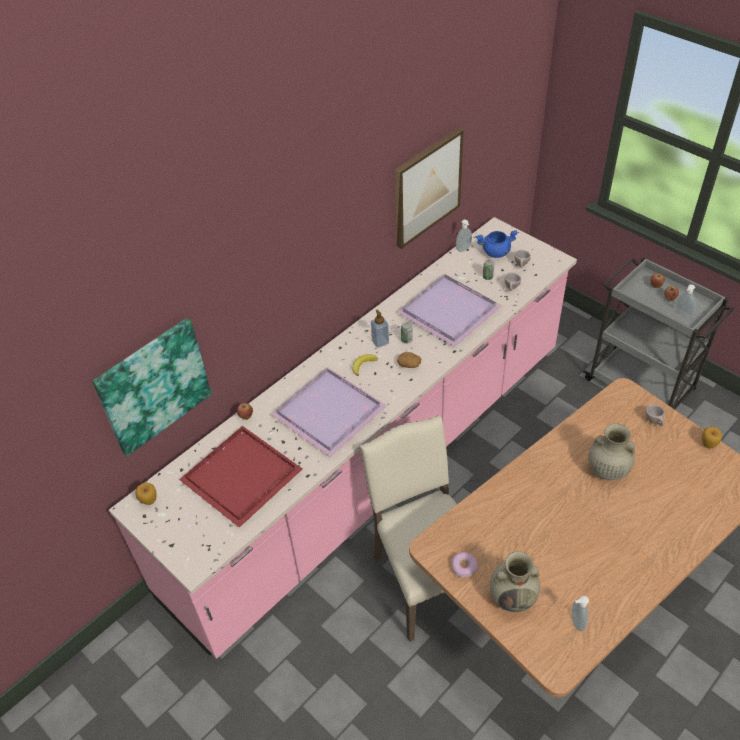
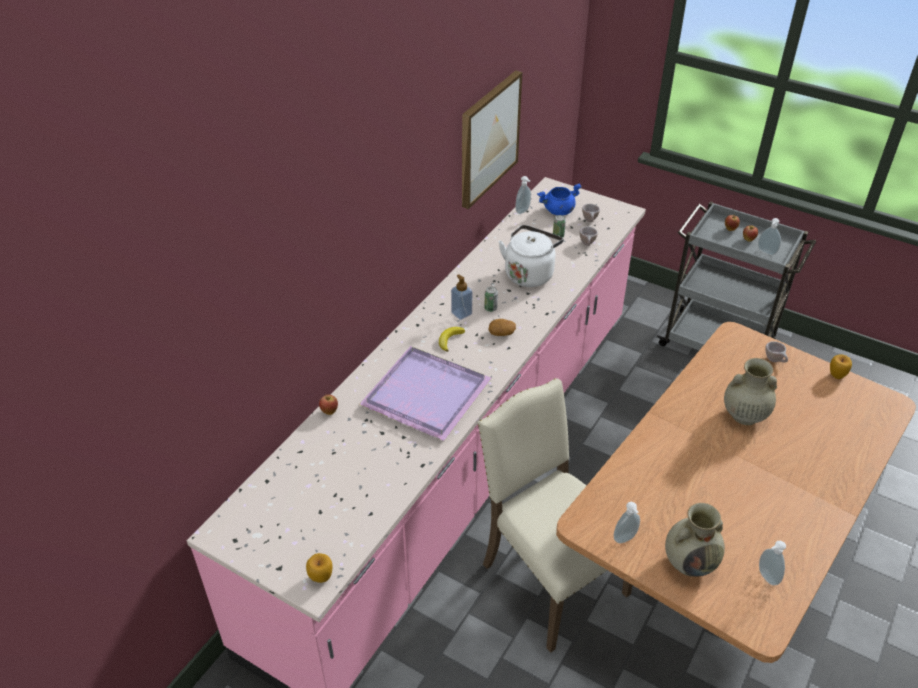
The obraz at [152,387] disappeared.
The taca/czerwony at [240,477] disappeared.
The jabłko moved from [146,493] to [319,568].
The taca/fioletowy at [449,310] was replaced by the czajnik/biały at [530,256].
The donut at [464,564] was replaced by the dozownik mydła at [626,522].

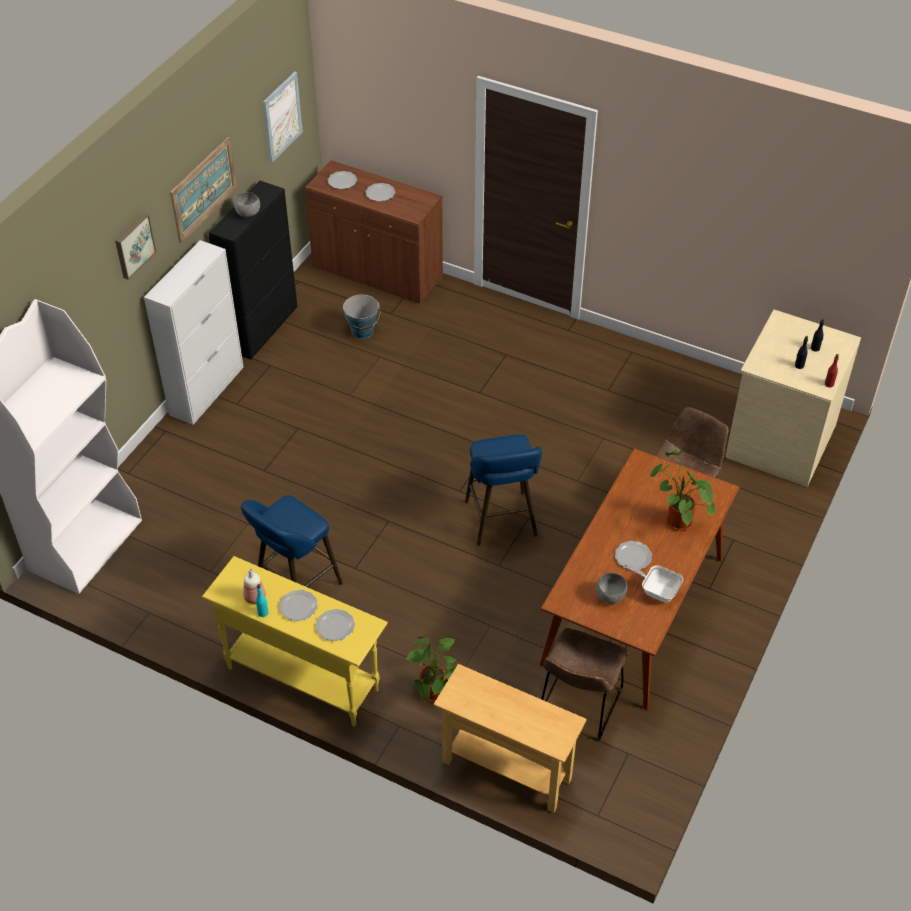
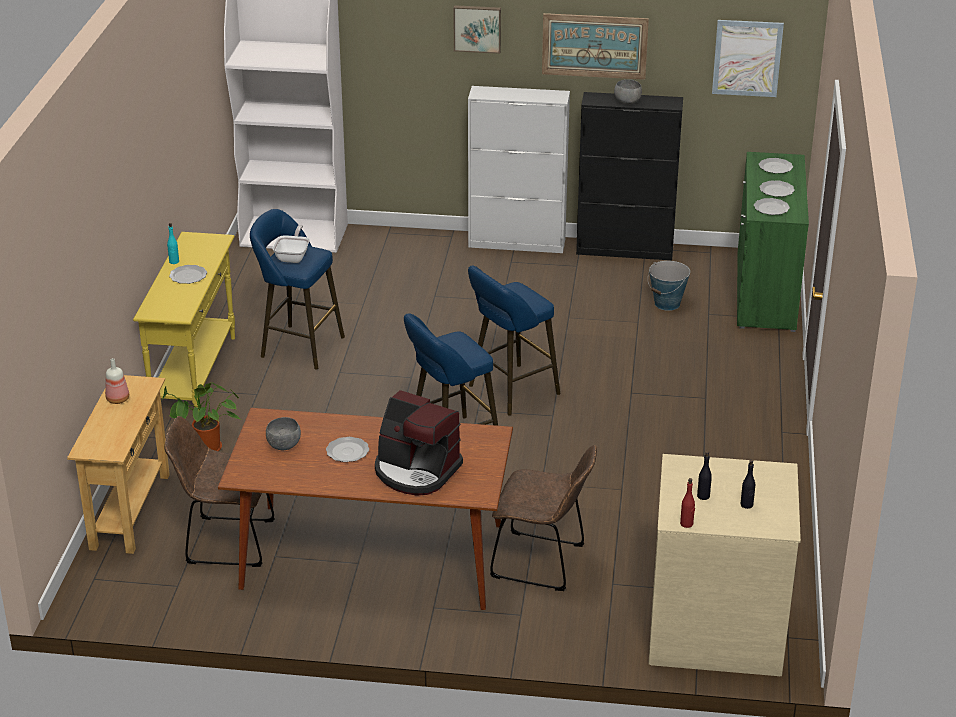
The stołek/niebieski at [514,340] appeared.
The butelka moved from [254,586] to [117,381].
The talerz moved from [335,625] to [772,206].
The patelnia moved from [653,583] to [291,244].
The roślina doniczkowa at [682,490] was replaced by the ekspres do kawy at [419,443].
The szafka/brązowy at [374,232] became the szafka/zielony at [773,242].

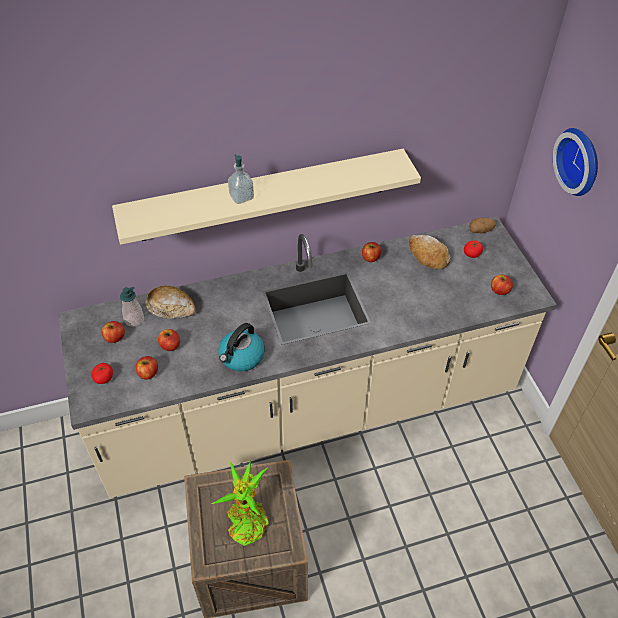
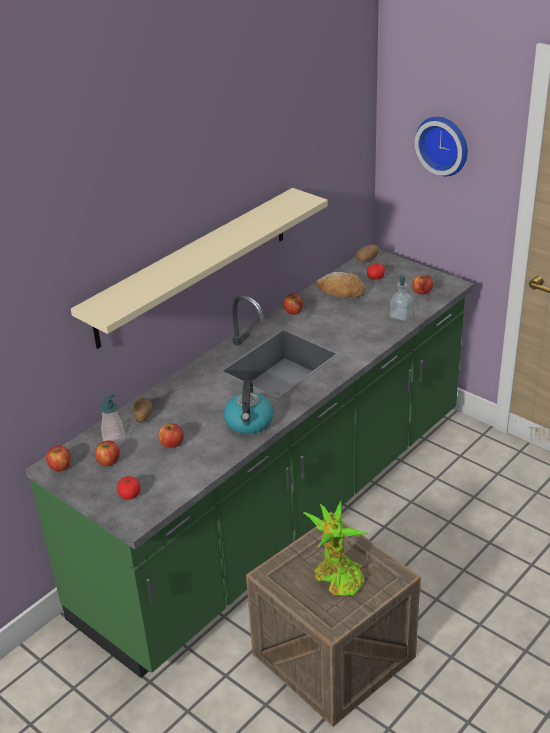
The jabłko moved from [147,368] to [58,458].
The dozownik mydła moved from [241,179] to [401,298].
The chleb at [171,302] was replaced by the ziemniak at [142,410].
The zabudowa kuchenna/beżowy at [307,357] became the zabudowa kuchenna/zielony at [249,463].

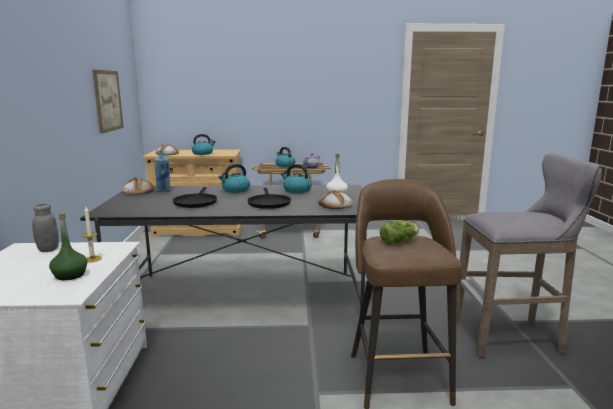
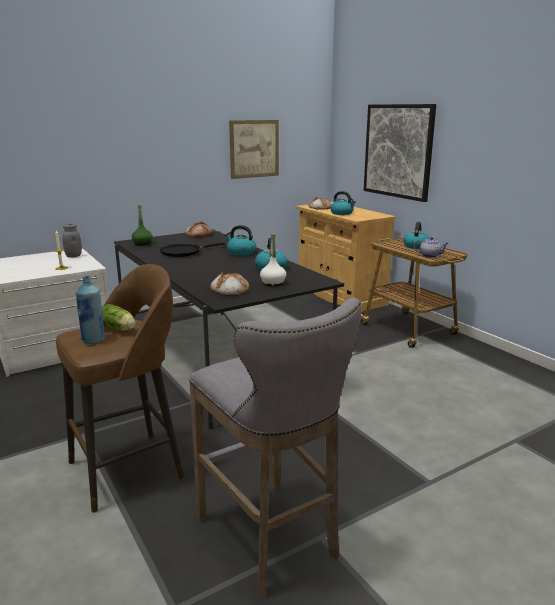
The patelnia/czarny at [269,198] disappeared.
The obraz at [400,153] appeared.
The butelka/zielony moved from [68,246] to [142,224].
The butelka/niebieski moved from [162,171] to [90,310].

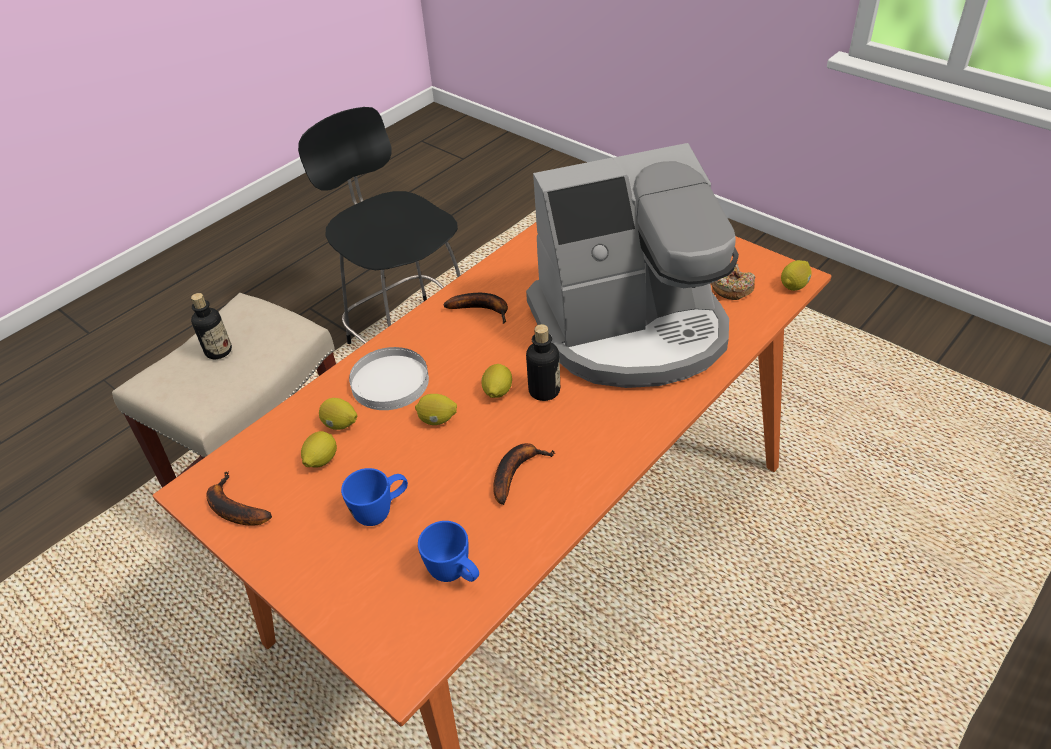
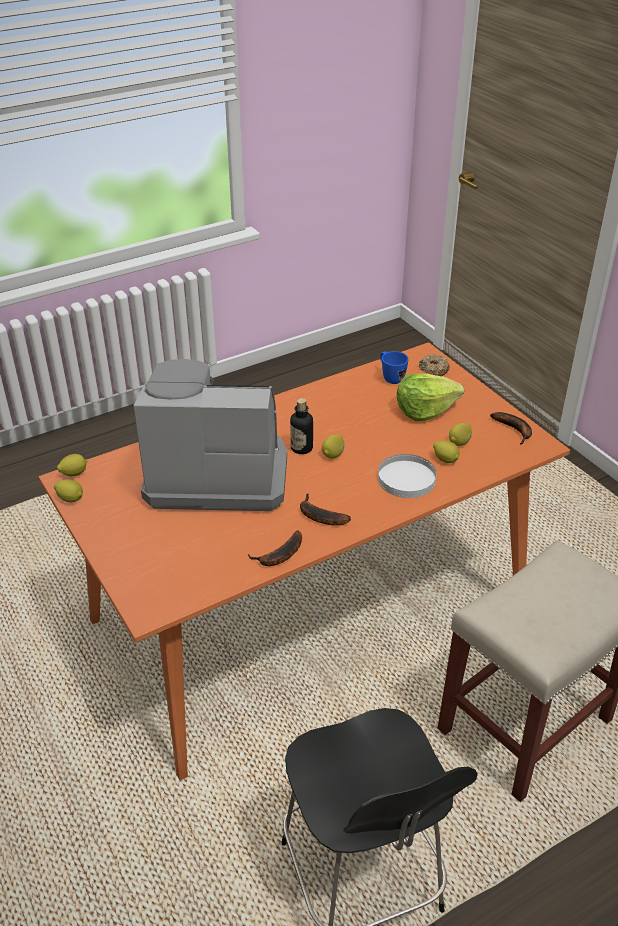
The butelka at [211,326] disappeared.
The cytryna moved from [436,409] to [68,490].
The banan moved from [524,474] to [275,548].
The donut moved from [733,282] to [434,365].
The kubek/niebieski at [374,497] was replaced by the sałata at [430,397].

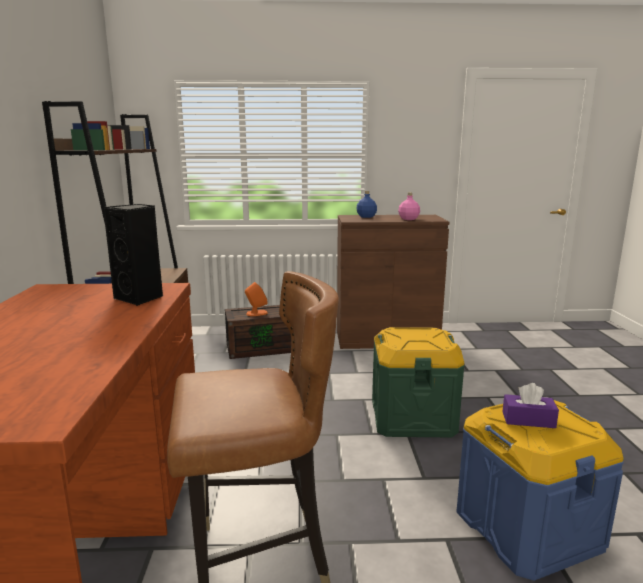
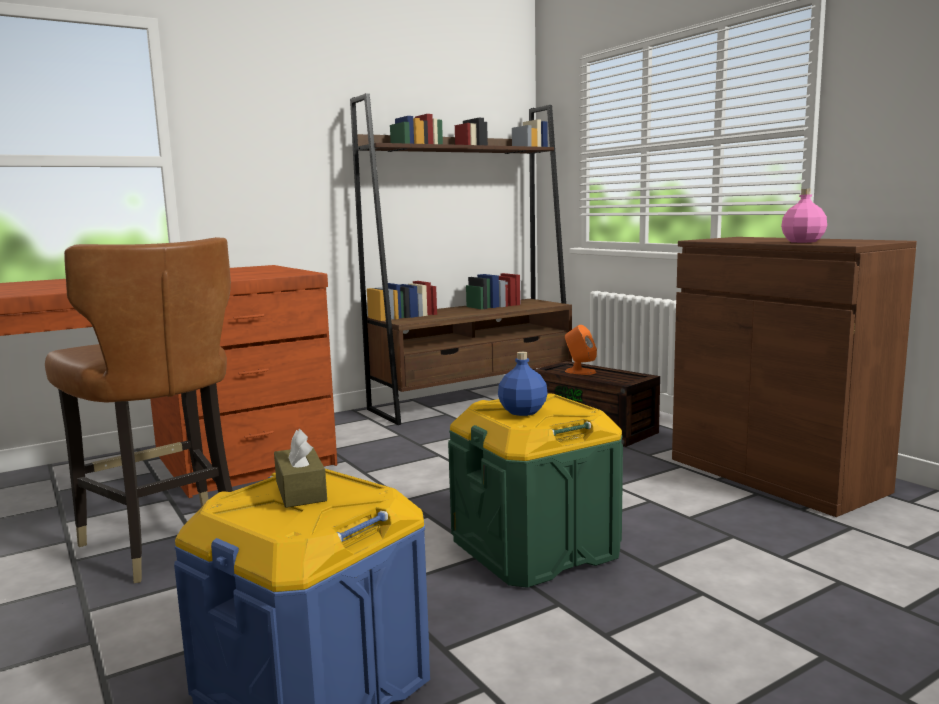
The głośnik/czarny at [133,255] disappeared.
The butelka/niebieski moved from [366,204] to [523,384].
The pudełko chusteczek/fioletowy at [531,405] became the pudełko chusteczek/brązowy at [300,468].

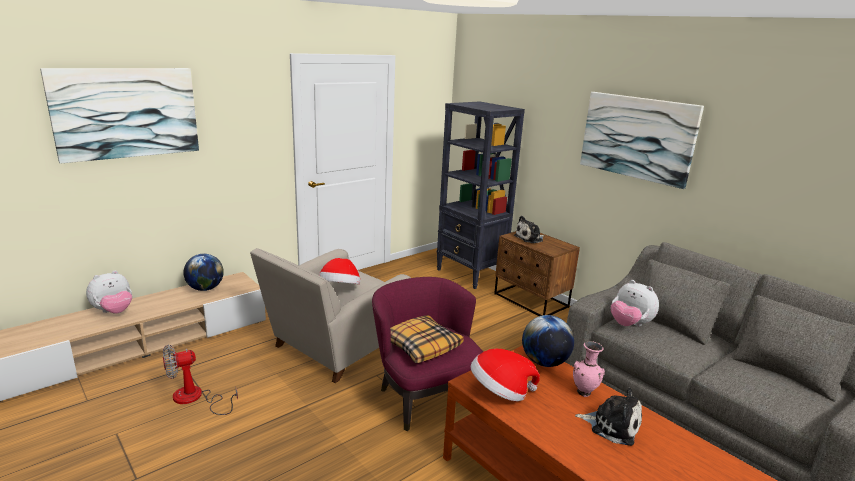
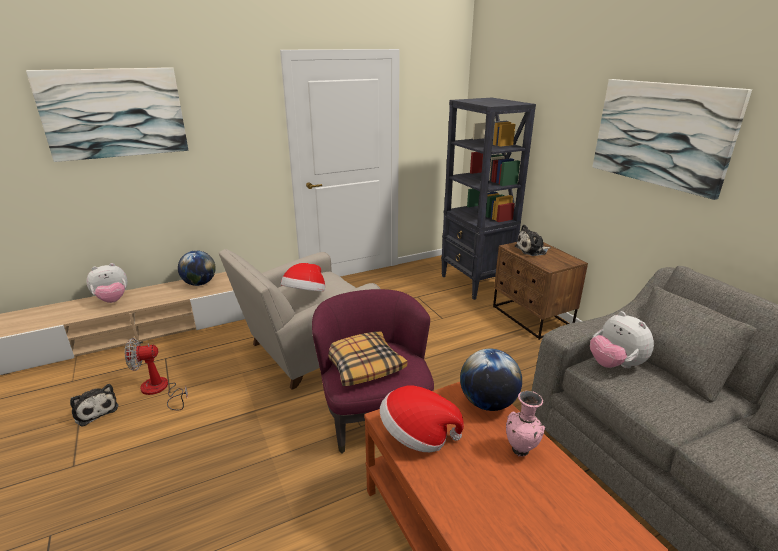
The pluszak moved from [608,417] to [94,405].

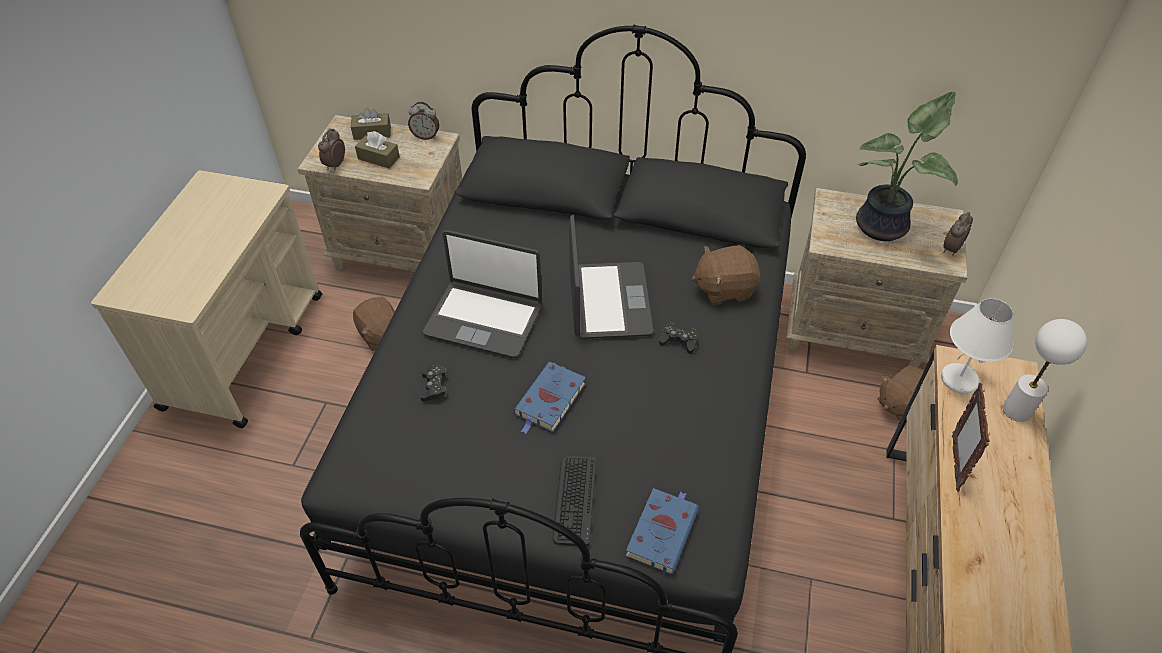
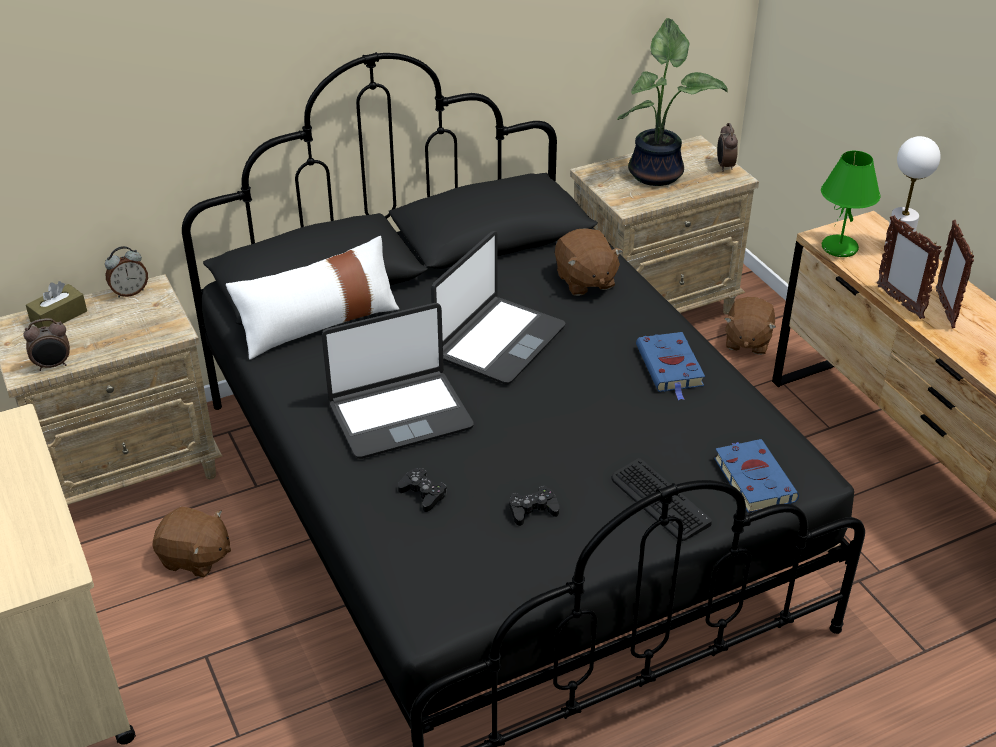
The pudełko chusteczek/brązowy at [377,150] disappeared.
The poduszka/biały at [312,298] appeared.
The ramka na zdjęcie at [955,274] appeared.
The książka/niebieski moved from [549,398] to [670,366].
The pad do gier/czarny moved from [678,338] to [534,506].
The lampa stołowa/biały at [977,345] became the lampa stołowa/zielony at [850,204].
The budzik at [331,149] turned 90 degrees counterclockwise.
The laptop at [611,277] turned 75 degrees clockwise.
The pluszak/brązowy at [726,275] turned 60 degrees counterclockwise.

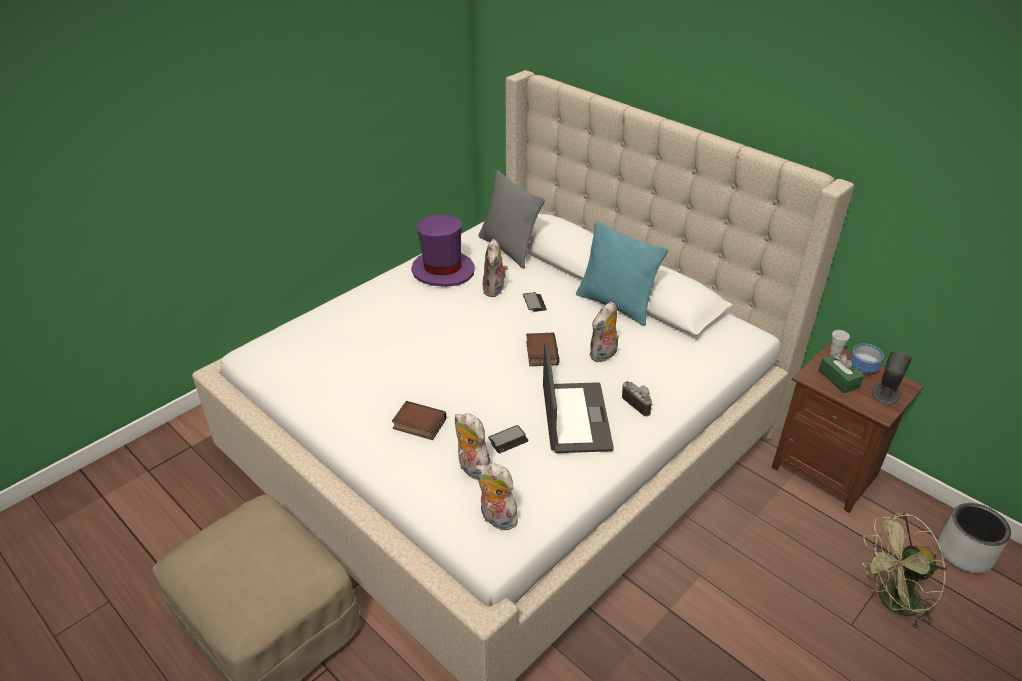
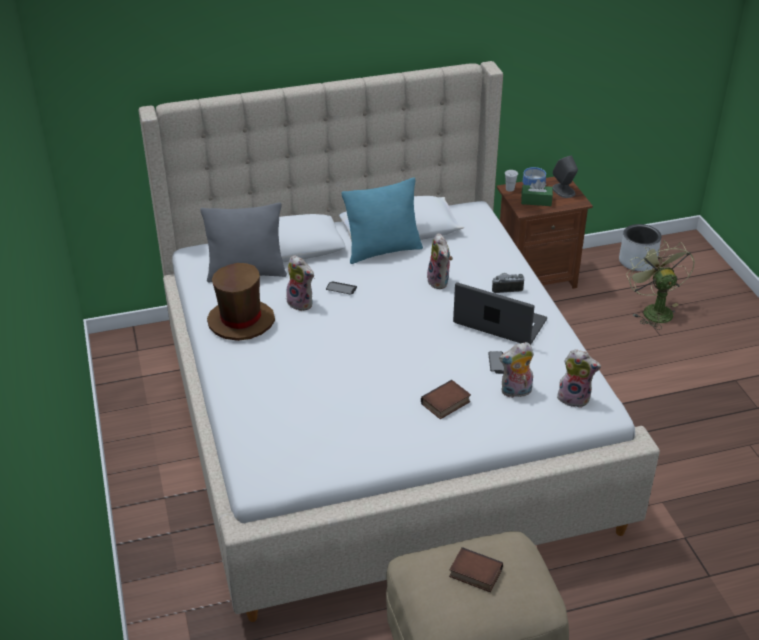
The książka moved from [542,349] to [476,569].
The kapelusz/fioletowy at [443,250] became the kapelusz/brązowy at [241,302].
The pluszak at [496,496] turned 135 degrees counterclockwise.
The wentylator/zielony at [904,572] turned 150 degrees clockwise.

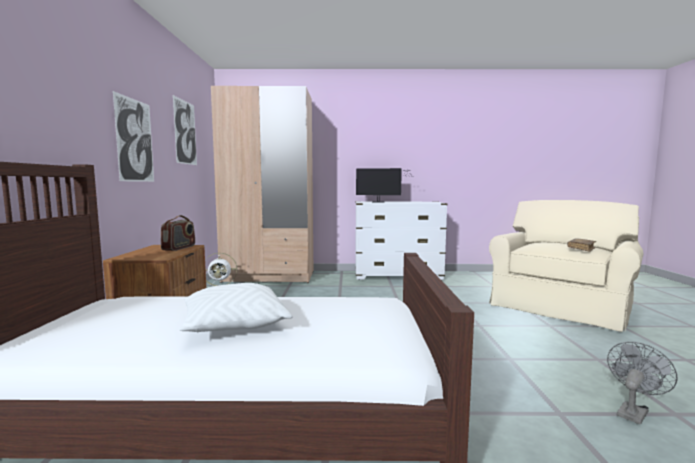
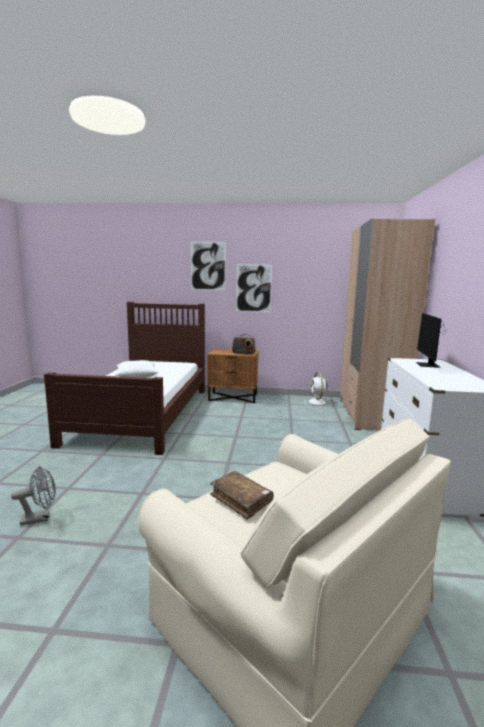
The obraz moved from [185,130] to [208,266].
The wentylator/szary at [642,383] turned 75 degrees counterclockwise.

